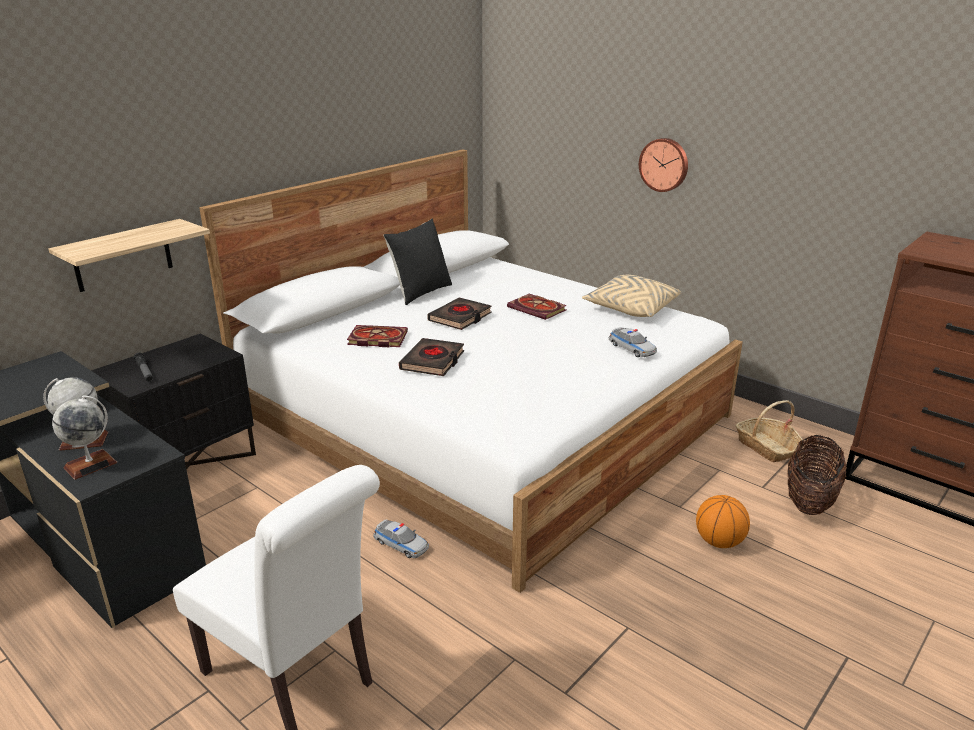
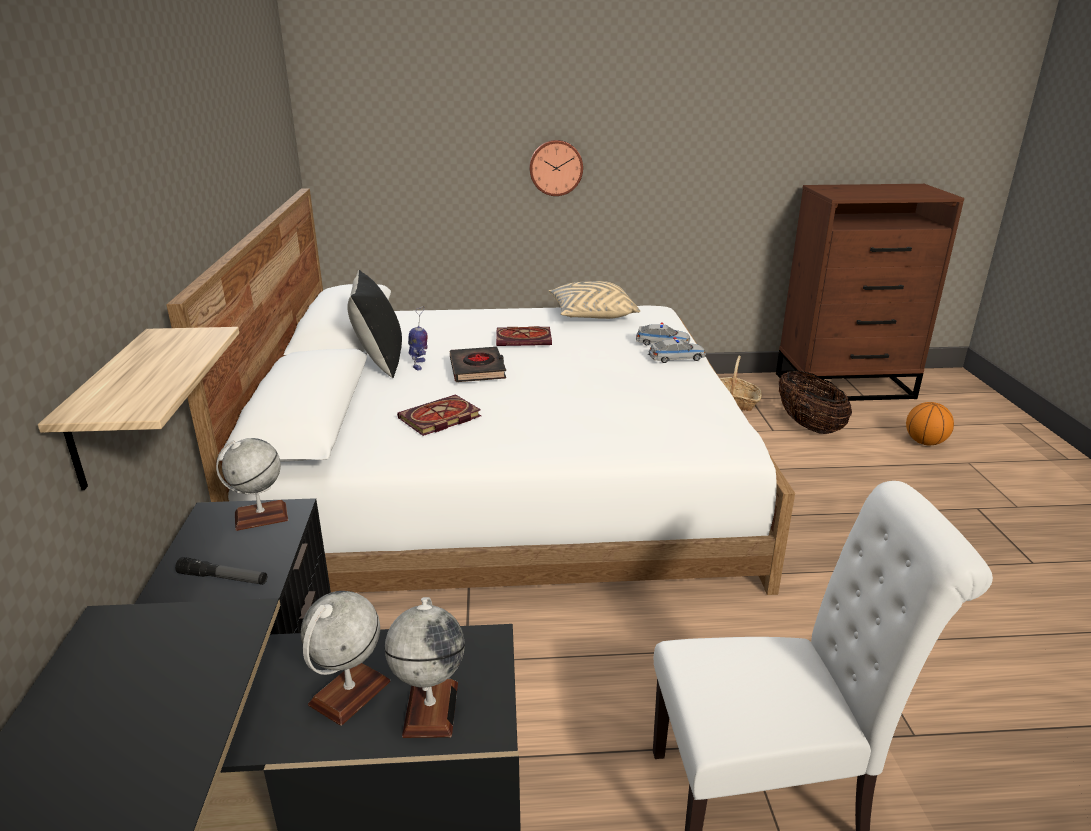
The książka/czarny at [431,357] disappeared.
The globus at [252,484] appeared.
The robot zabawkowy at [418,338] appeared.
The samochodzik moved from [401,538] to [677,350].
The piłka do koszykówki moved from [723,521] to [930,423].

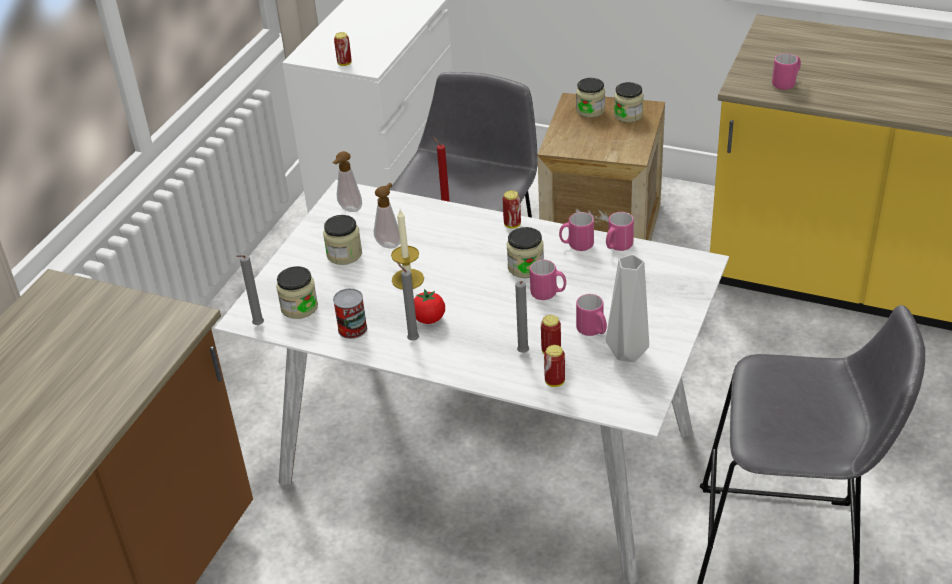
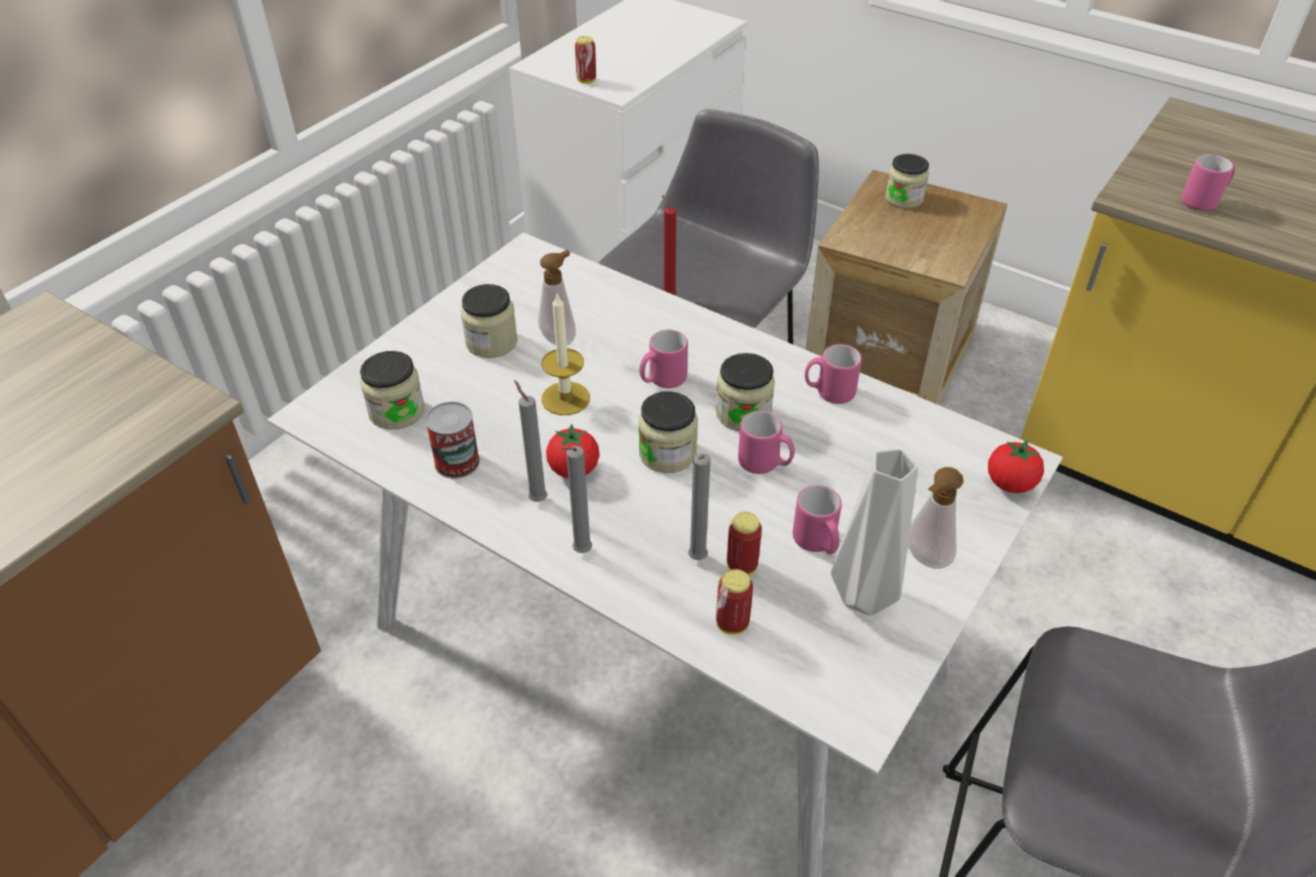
The puszka at [512,209] disappeared.
The pomidor at [1016,466] appeared.
The świeca/szary moved from [250,290] to [576,499].
The dozownik mydła moved from [347,181] to [936,518].
The kubek/różowy moved from [620,231] to [663,359].
The słoik moved from [628,102] to [668,432].

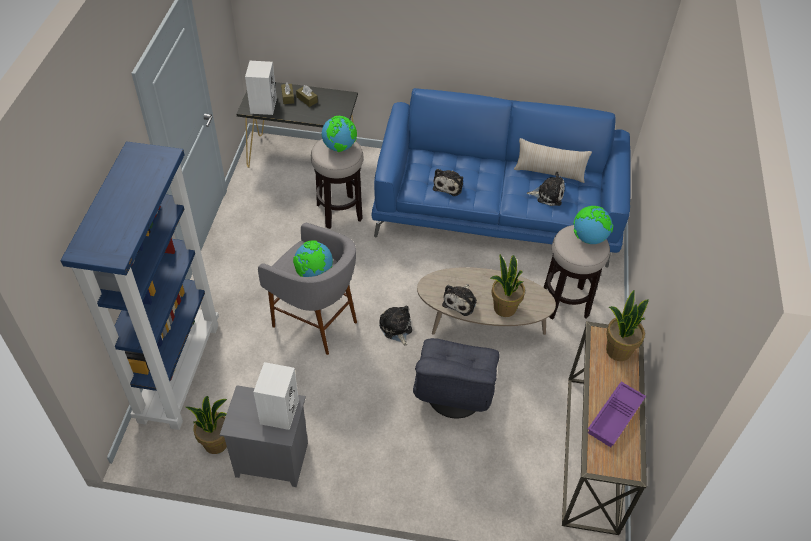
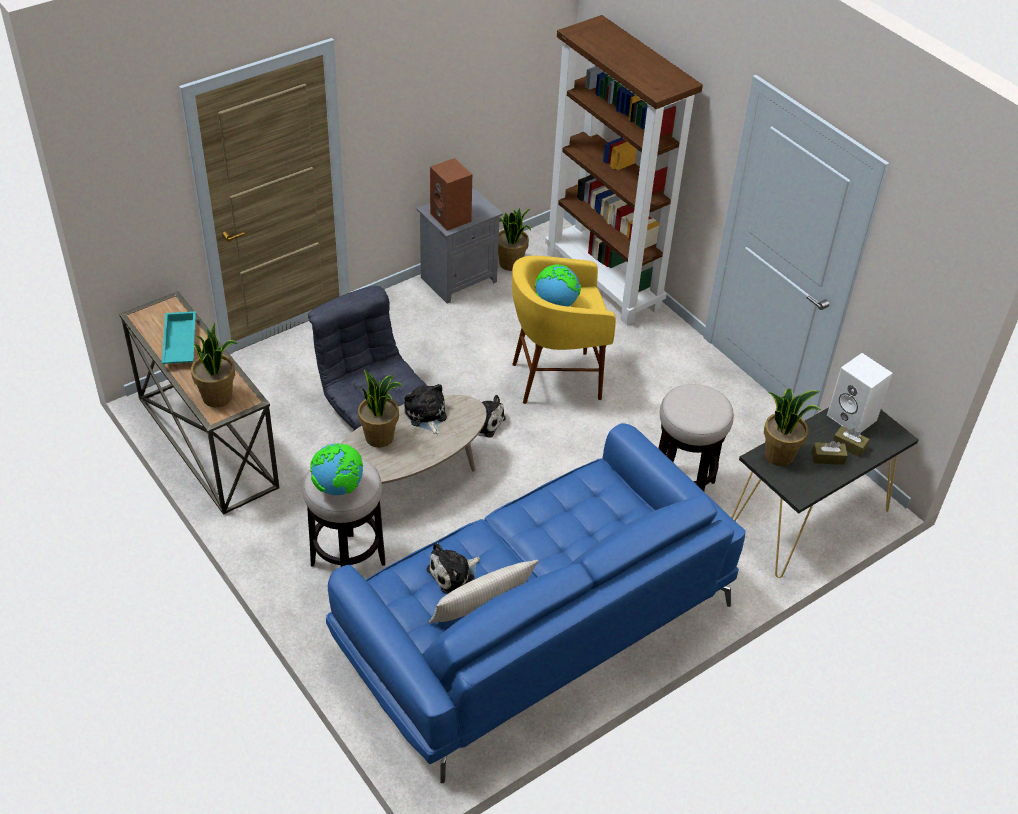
The globus at [339,134] disappeared.
The pluszak at [448,182] disappeared.
The roślina doniczkowa at [792,427] appeared.
The regał/niebieski at [139,285] became the regał/brązowy at [624,170].
The głośnik/biały at [276,396] became the głośnik/brązowy at [451,194].
The stołek/szary at [307,289] became the stołek/żółty at [564,330].
The taca/fioletowy at [617,414] became the taca/turkusowy at [179,337].

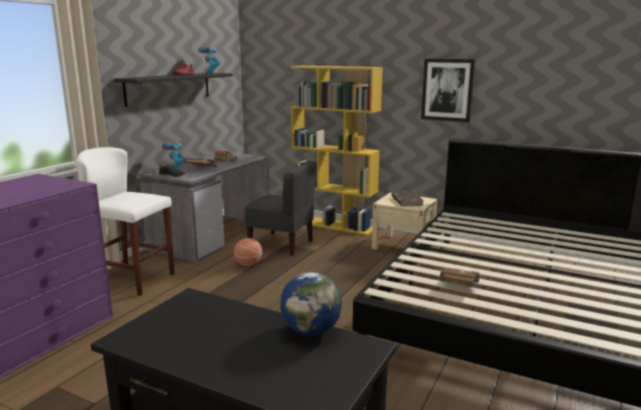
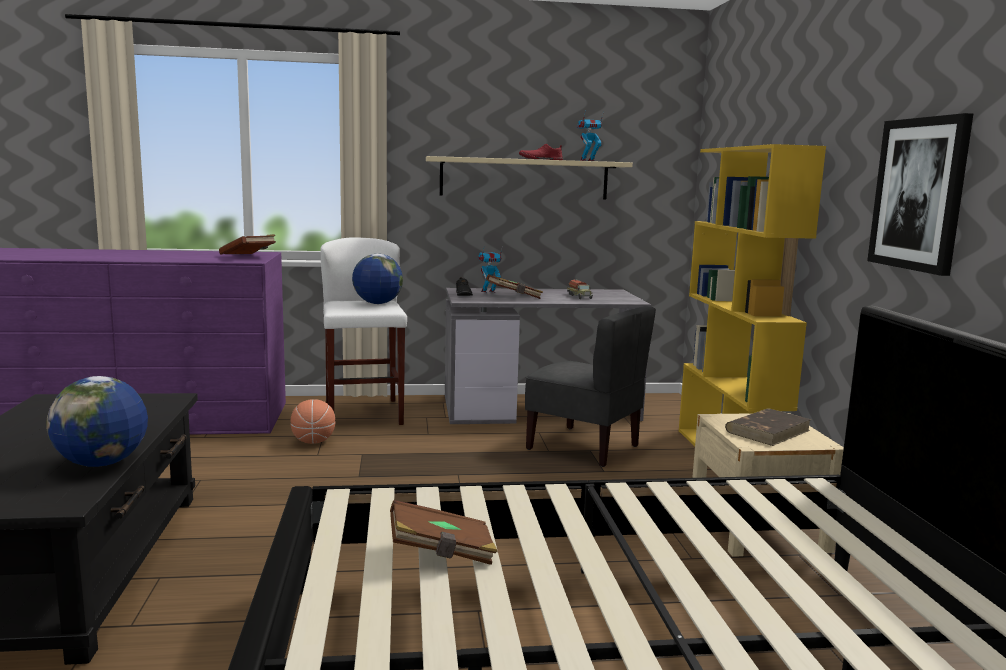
The książka/brązowy at [247,244] appeared.
The globus at [377,279] appeared.
The piłka do koszykówki moved from [248,252] to [313,421].
The półka/czarny at [173,90] became the półka/beżowy at [529,177].
The krzesło/szary at [281,208] turned 45 degrees counterclockwise.

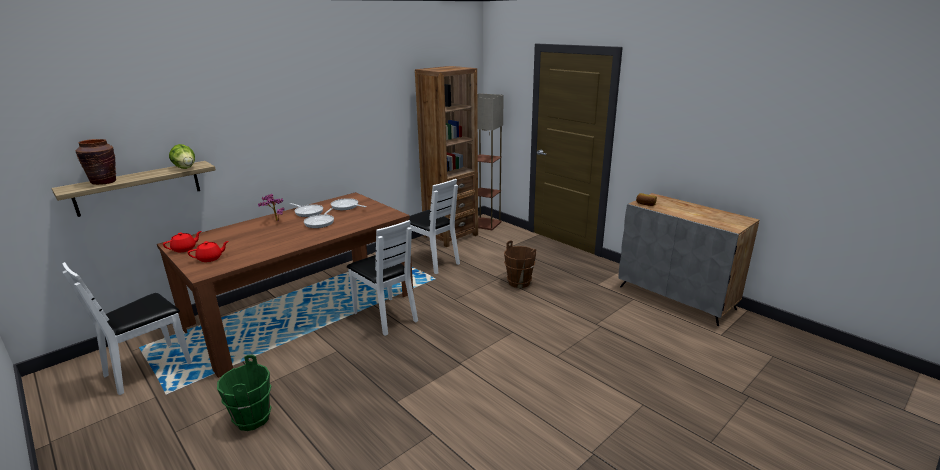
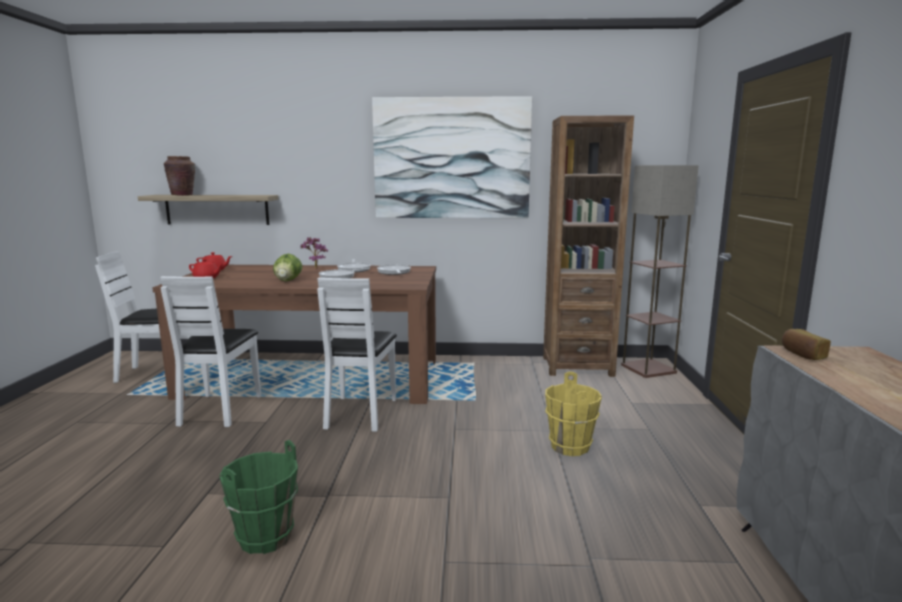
The obraz at [452,157] appeared.
The sałata moved from [182,156] to [287,267].
The wiadro/zielony moved from [244,393] to [258,497].
The krzesło/biały moved from [434,226] to [210,351].
The wiadro/brązowy at [520,264] became the wiadro/żółty at [573,414].

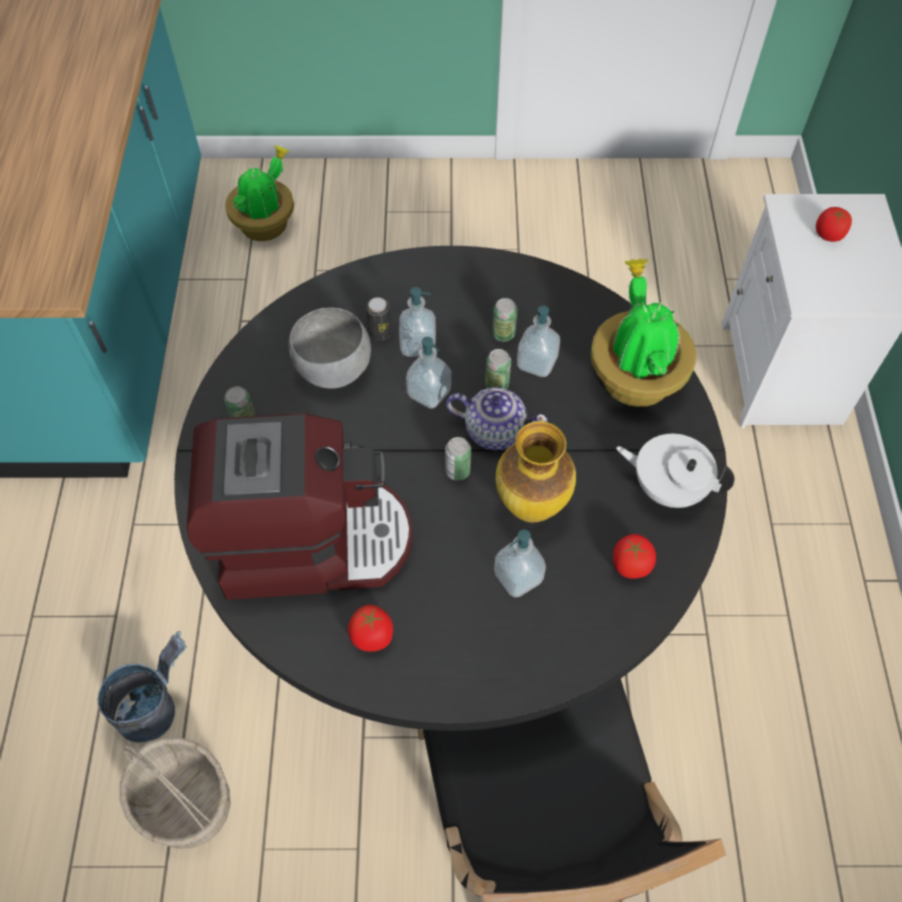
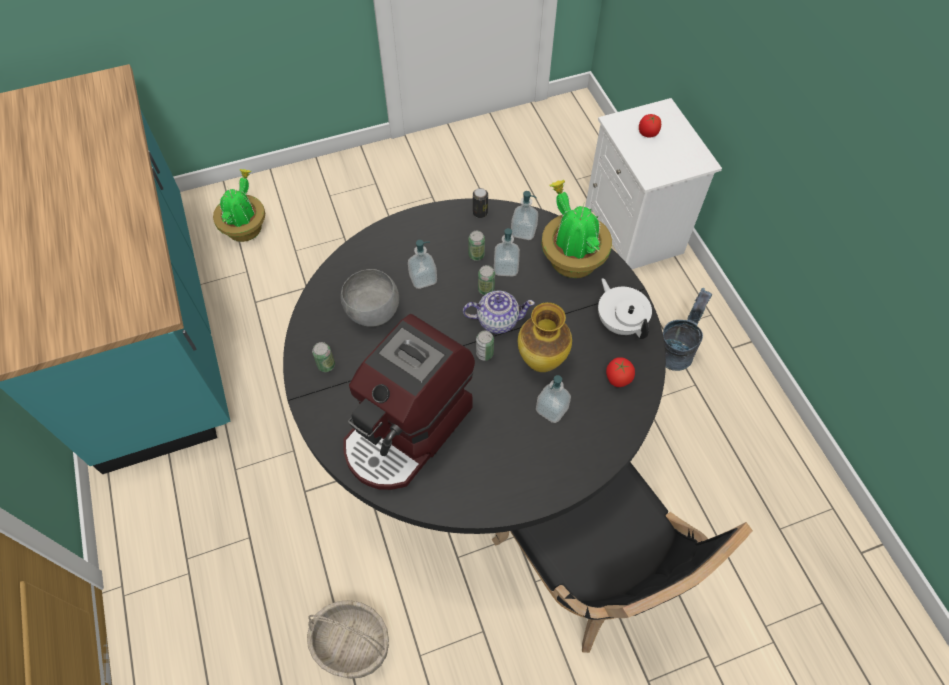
The pomidor at [370,628] disappeared.
The wiadro/szary moved from [142,687] to [687,329].
The puszka moved from [378,319] to [480,203].
The dozownik mydła moved from [428,373] to [524,215].
The ekspres do kawy at [300,506] turned 150 degrees clockwise.
The imbryk/biały at [675,471] turned 60 degrees clockwise.

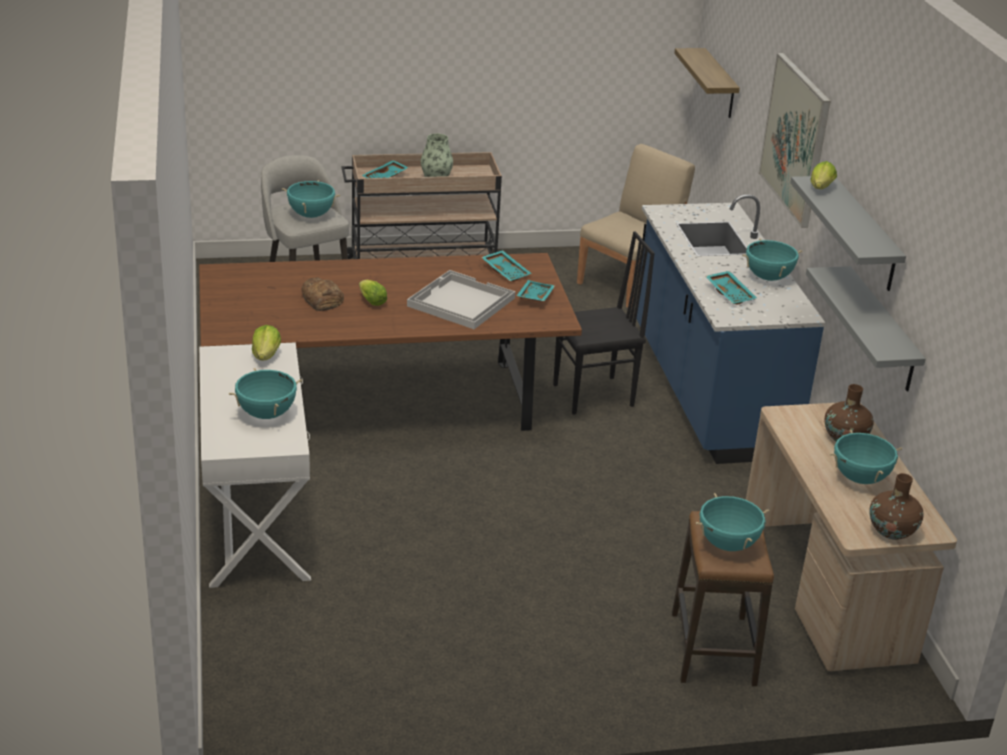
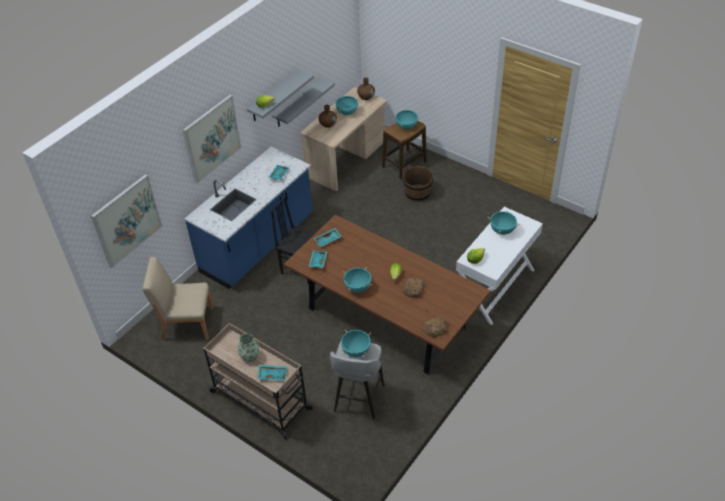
The taca/biały at [461,299] disappeared.
The wiadro/brązowy at [418,184] appeared.
The chleb at [435,327] appeared.
The garnek/turkusowy moved from [772,259] to [357,280].
The półka at [707,83] was replaced by the obraz at [126,221].

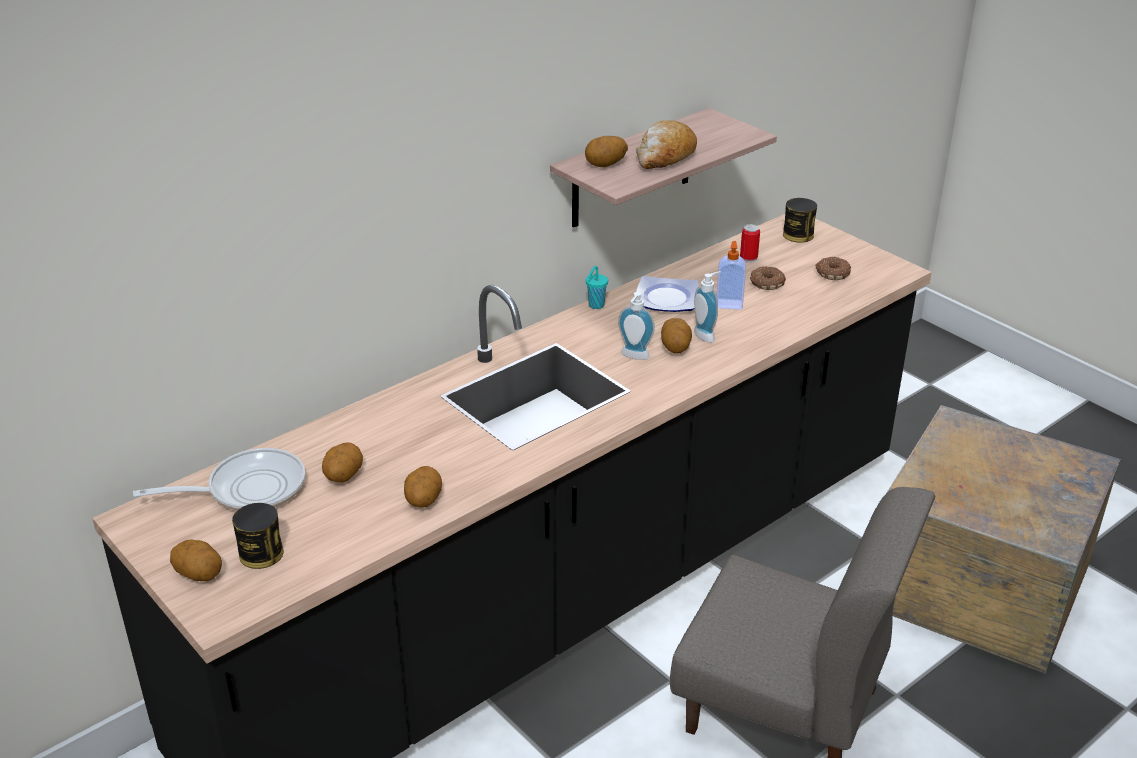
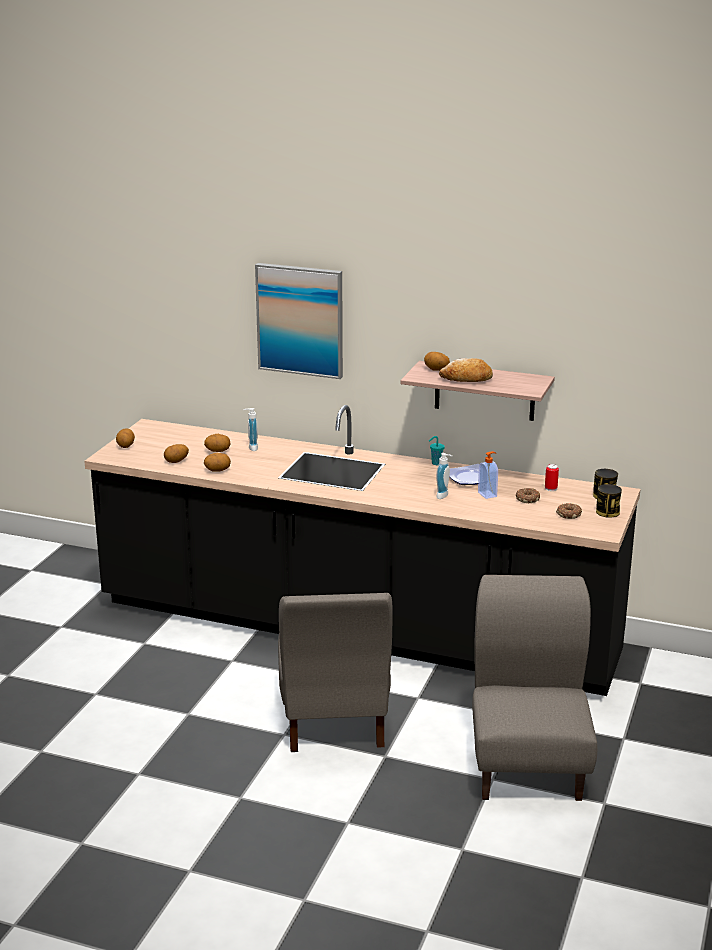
The patelnia at [219,479] disappeared.
The obraz at [299,321] appeared.
The puszka moved from [258,536] to [609,501].
The dozownik mydła moved from [636,326] to [250,429].
The ziemniak moved from [676,335] to [176,453].
The skrzynka at [1003,539] was replaced by the krzesło/szary at [534,688].

